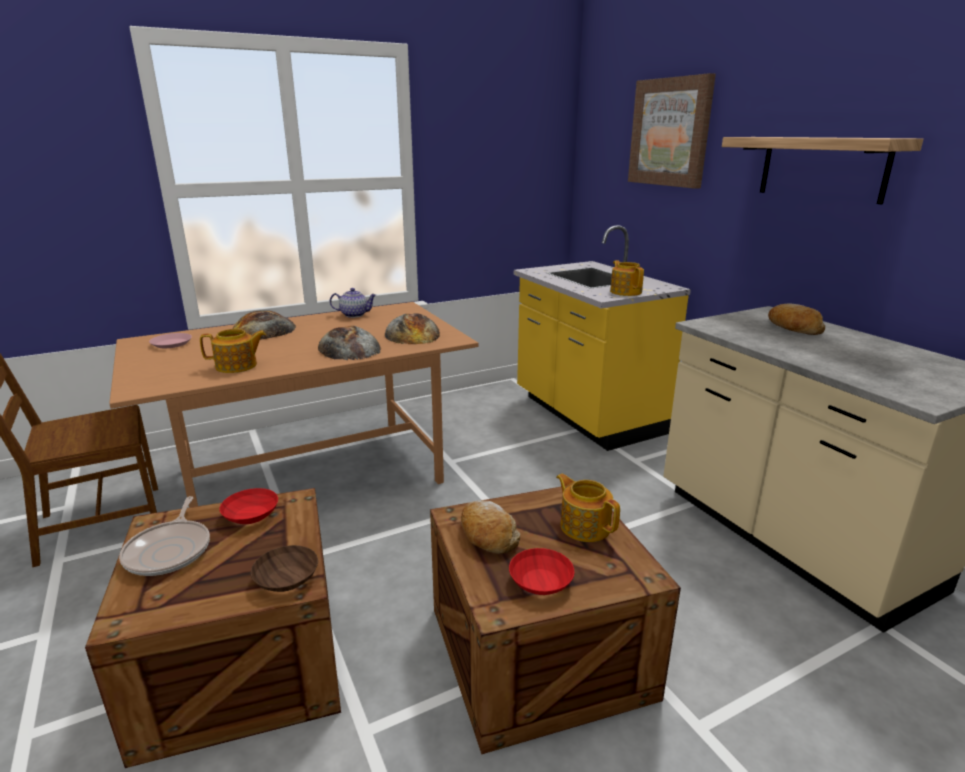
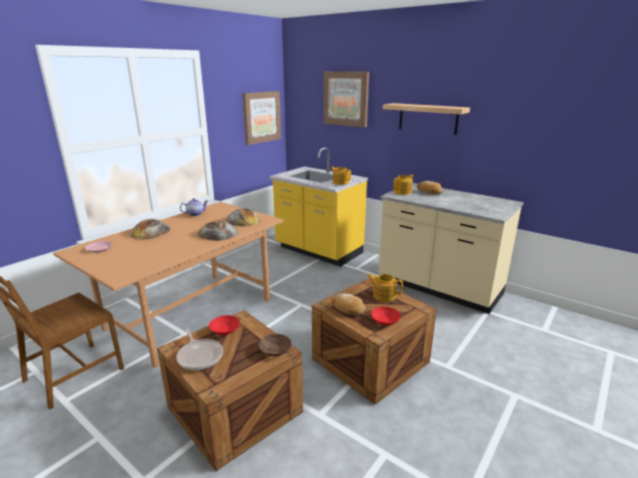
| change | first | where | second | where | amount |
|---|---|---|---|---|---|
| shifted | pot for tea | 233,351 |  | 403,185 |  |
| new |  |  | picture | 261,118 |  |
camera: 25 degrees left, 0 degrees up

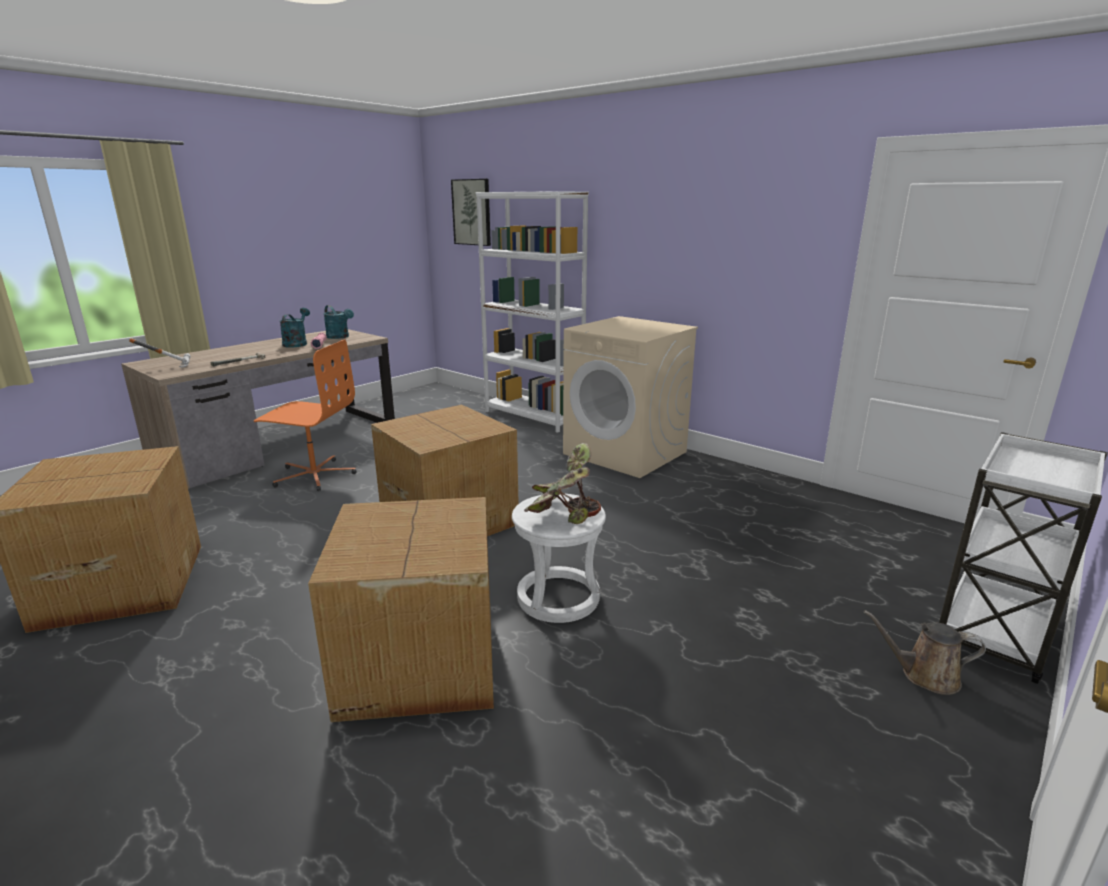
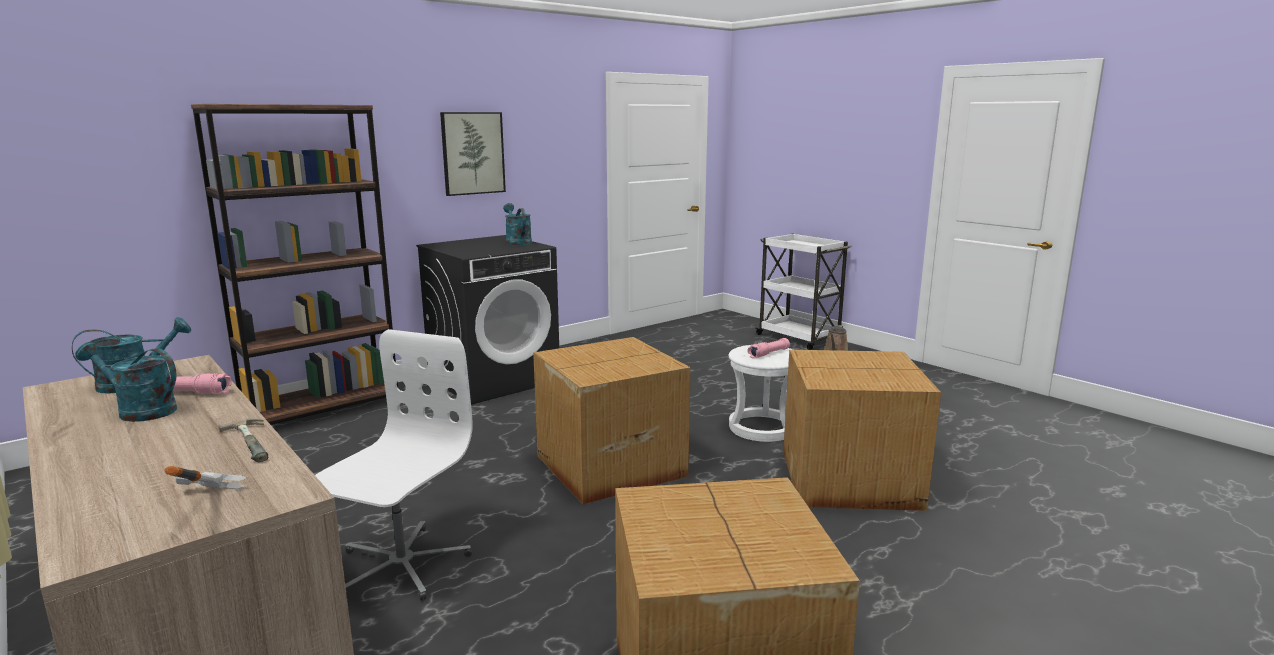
| change | first | where | second | where | amount |
|---|---|---|---|---|---|
| repainted | orange desk chair | 305,415 | whitish desk chair | 394,465 |  |
| shifted | picture | 471,212 |  | 473,154 |  |
| repainted | whitish shelving unit | 532,312 | brownish shelving unit | 294,264 |  |
| swapped | plant in a pot | 562,483 | pinkish torch | 769,348 |  |
| repainted | beige-coloured washing machine | 630,397 | blackish washing machine | 487,320 |  |
| new |  |  | blue-green watering pot | 517,224 |  |
camera: 80 degrees left, 5 degrees down

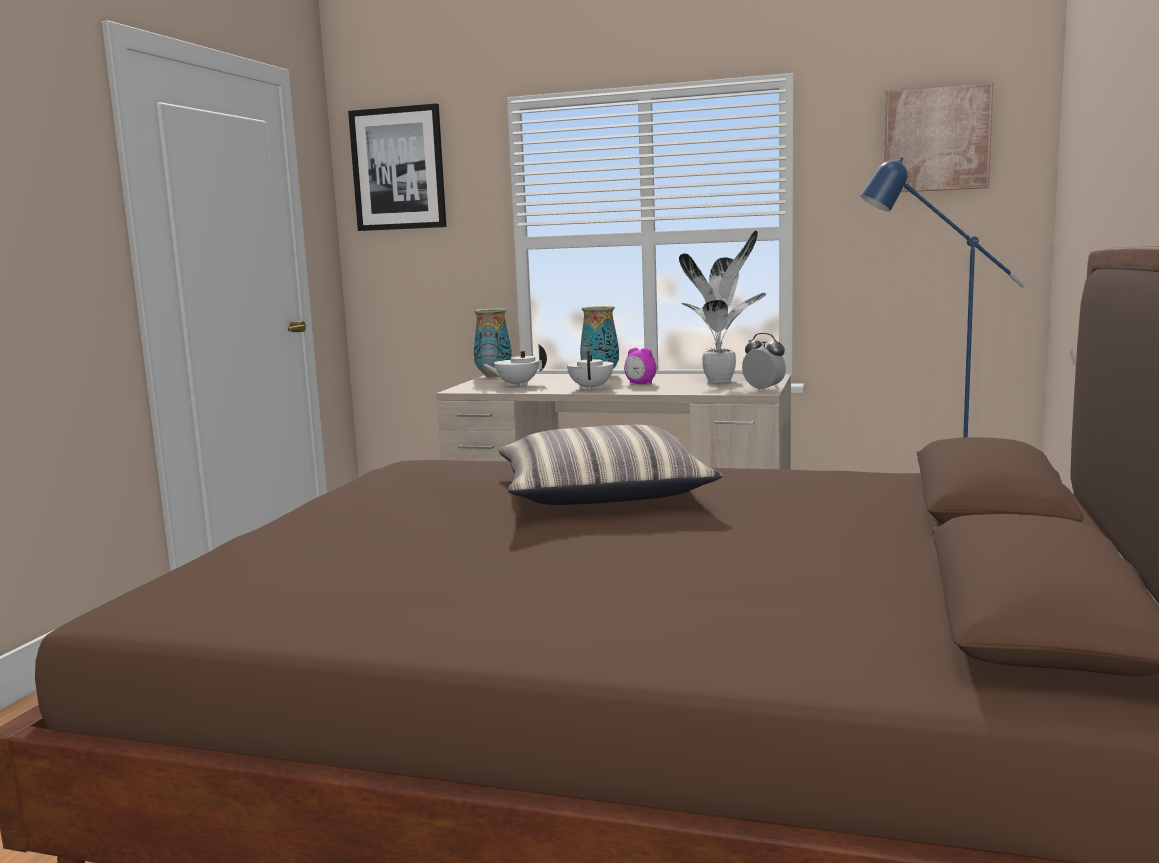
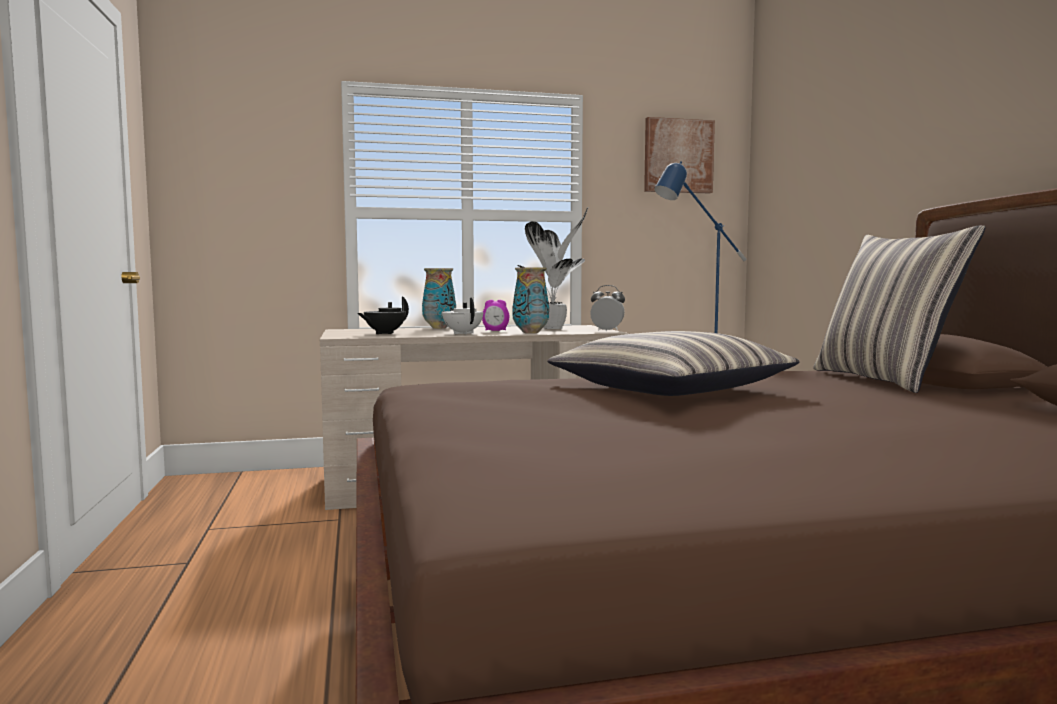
| change | first | where | second | where | amount |
|---|---|---|---|---|---|
| gone | picture | 397,167 |  |  |  |
| shifted | flower vase | 493,342 |  | 530,300 |  |
| repainted | whitish pot for tea | 514,365 | blackish pot for tea | 383,315 |  |
| new |  |  | throw pillow | 899,309 |  |
camera: 30 degrees left, 5 degrees down

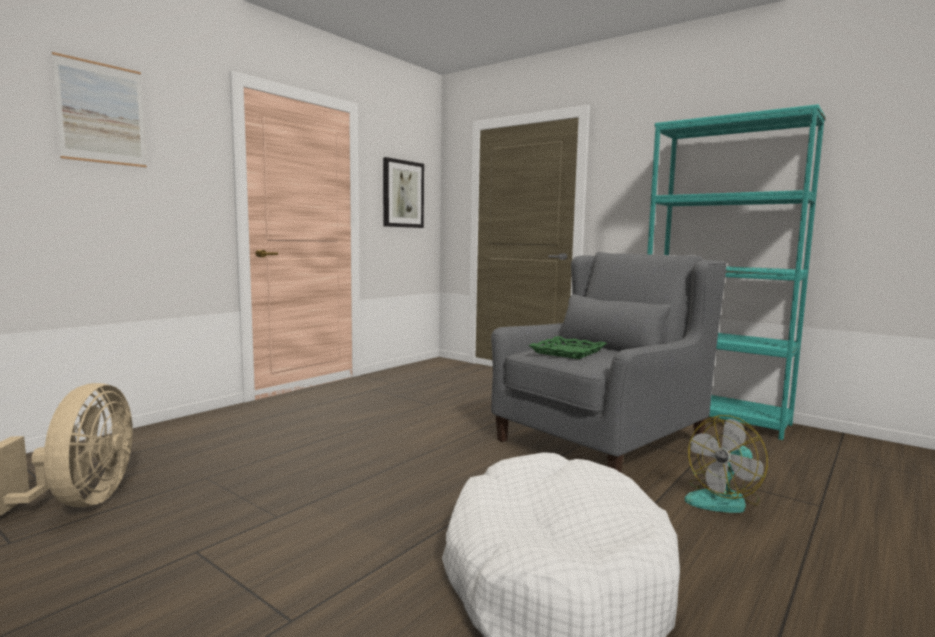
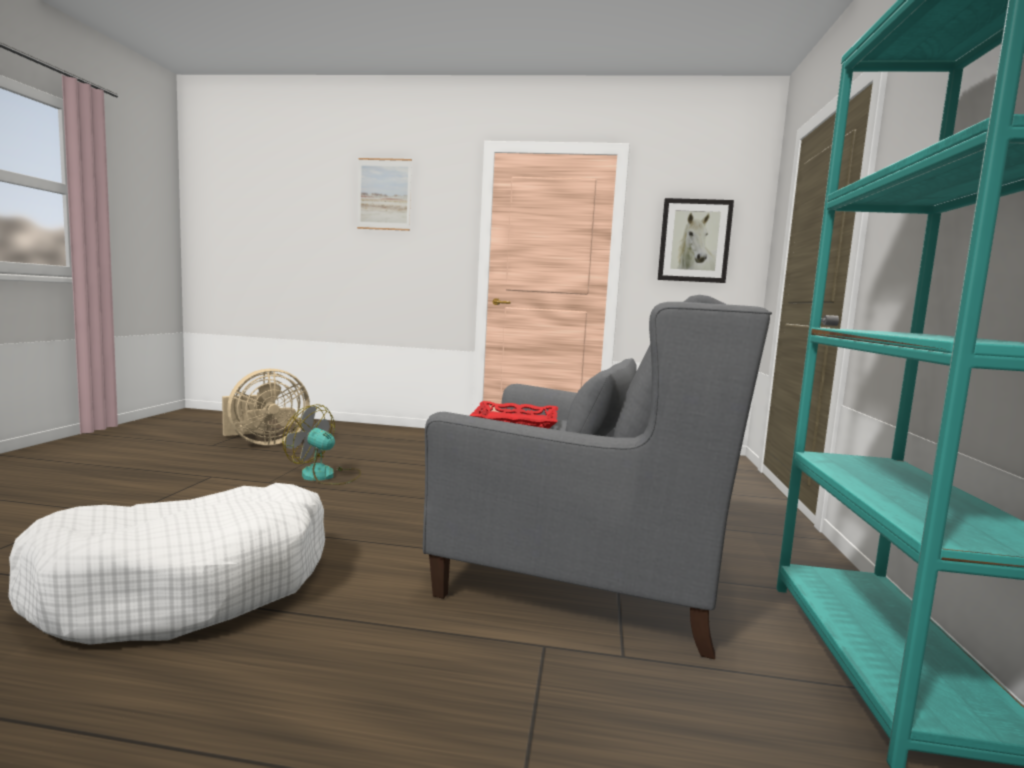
| change | first | where | second | where | amount |
|---|---|---|---|---|---|
| repainted | green serving tray | 568,347 | reddish serving tray | 513,415 |  |
| shifted | fan | 726,464 |  | 321,444 |  |
camera: 60 degrees right, 0 degrees up

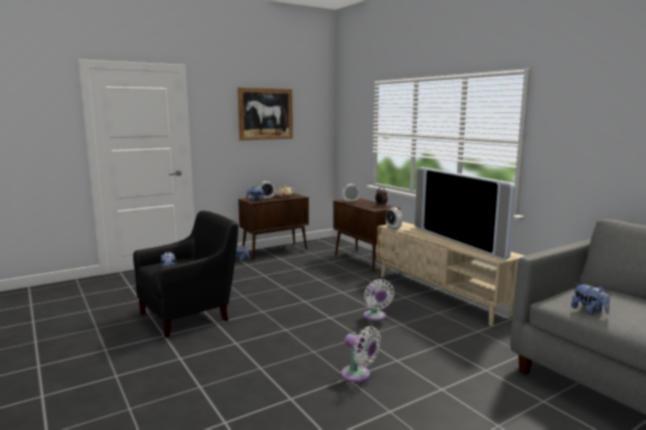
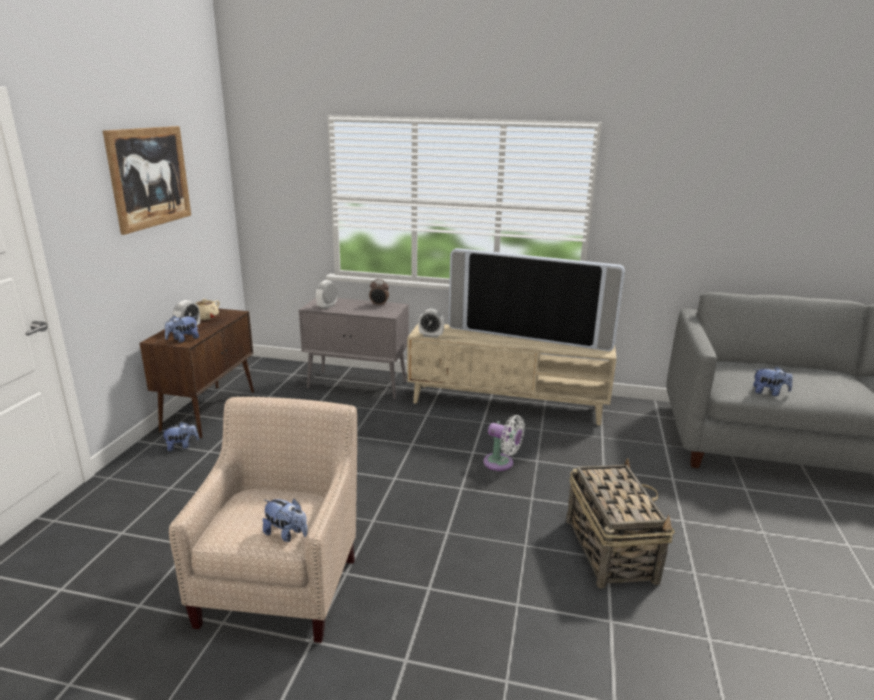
| change | first | where | second | where | amount |
|---|---|---|---|---|---|
| repainted | blackish armchair | 185,274 | beige-coloured armchair | 263,519 |  |
| repainted | brownish cabinet | 366,235 | greyish cabinet | 354,348 |  |
| swapped | whitish fan | 361,354 | household basket | 621,523 |  |
camera: 45 degrees left, 10 degrees up

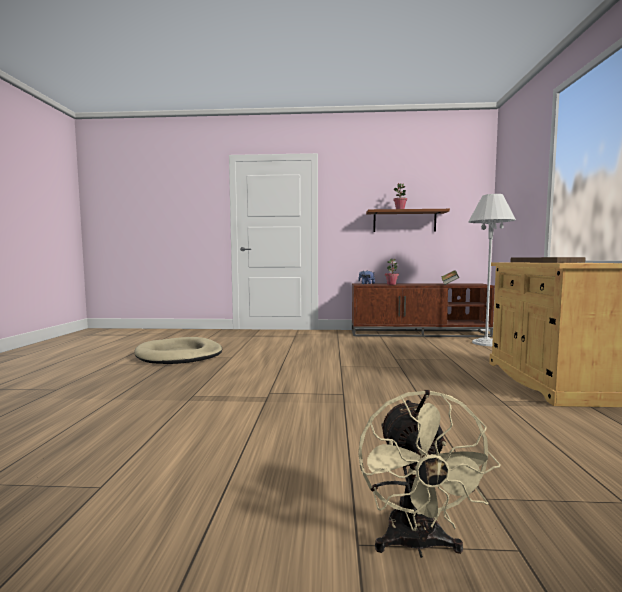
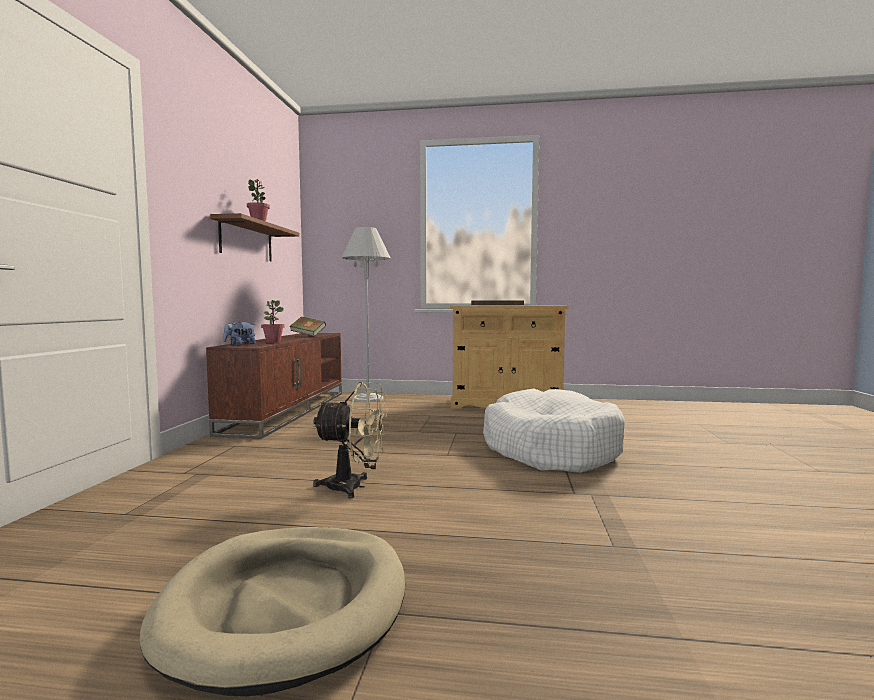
| change | first | where | second | where | amount |
|---|---|---|---|---|---|
| shifted | beige-coloured fan | 429,474 |  | 349,440 |  |
| new |  |  | whitish dog cushion | 554,430 |  |
camera: 85 degrees left, 0 degrees up

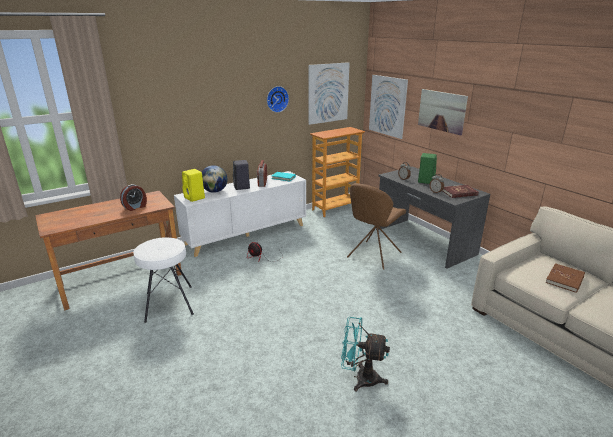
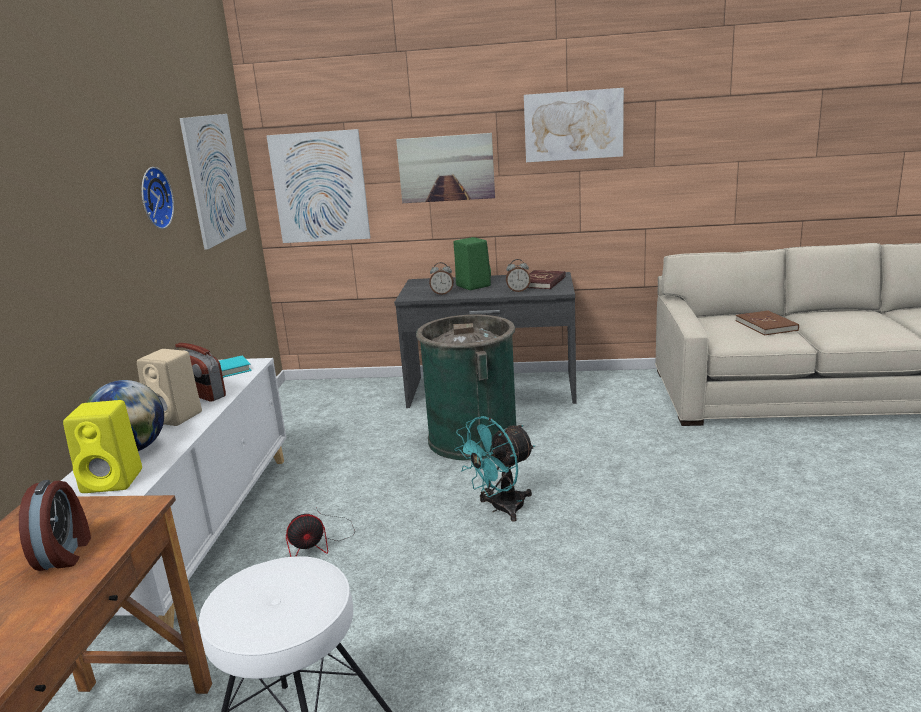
| change | first | where | second | where | amount |
|---|---|---|---|---|---|
| repainted | blackish loudspeaker | 241,175 | beige-coloured loudspeaker | 169,387 |  |
| gone | shelving unit | 337,172 |  |  |  |
| shifted | blue-green fan | 365,354 |  | 495,469 |  |
| swapped | brownish chair | 376,226 | green rubbish bin | 466,387 |  |
| new |  |  | picture | 574,125 |  |
camera: 50 degrees left, 5 degrees down

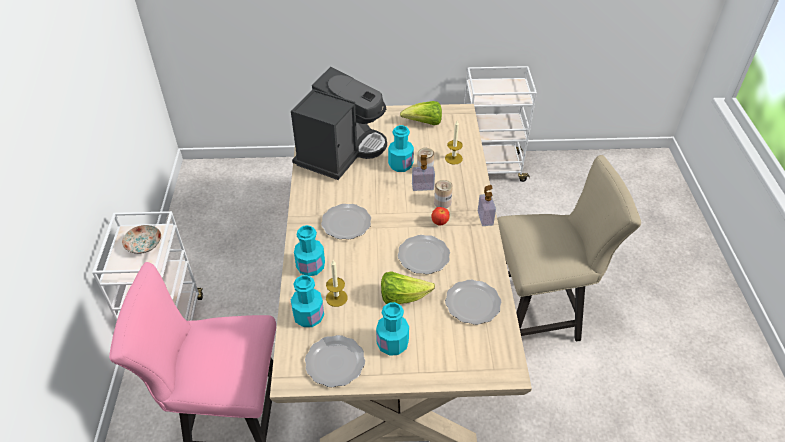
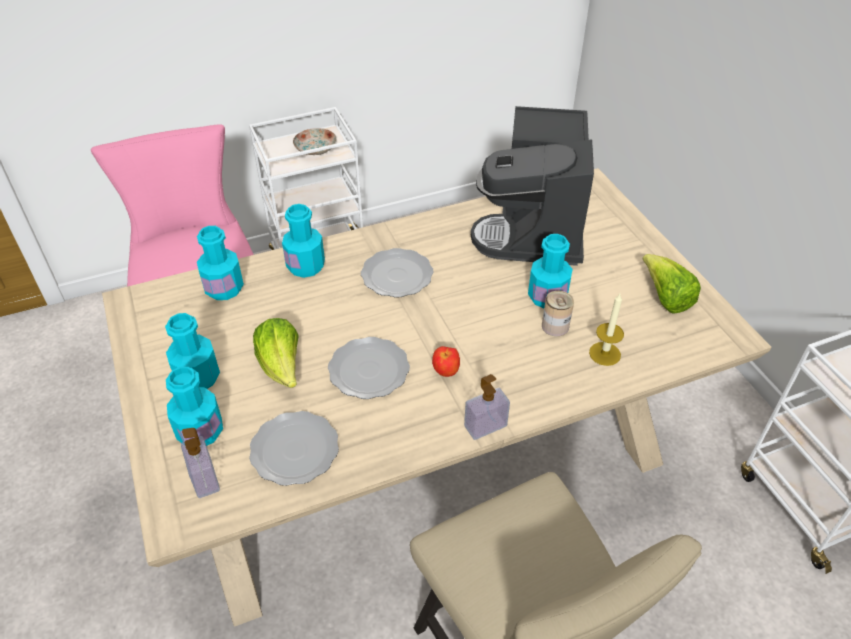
| change | first | where | second | where | amount |
|---|---|---|---|---|---|
| rotated | coffee maker | 339,123 |  | 532,186 | 90 degrees clockwise |
| gone | flat dish | 335,361 |  |  |  |
| gone | wax candle | 337,283 |  |  |  |
| shifted | soap bottle | 423,173 |  | 200,463 |  |
| gone | metal can | 443,194 |  |  |  |
| new |  |  | blue-green drink bottle | 194,406 |  |
camera: 70 degrees right, 0 degrees up

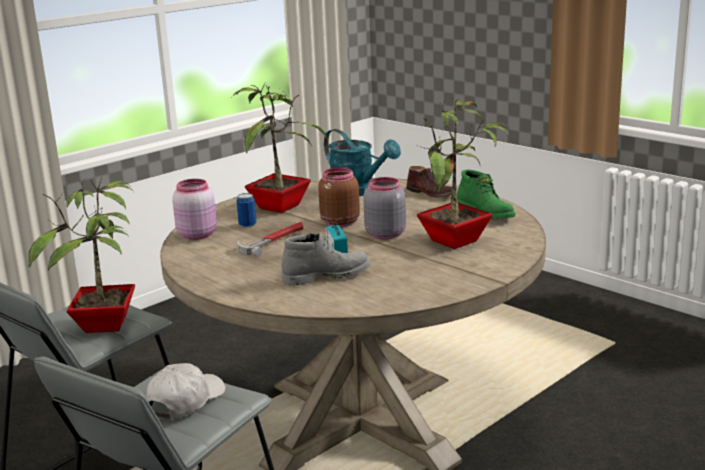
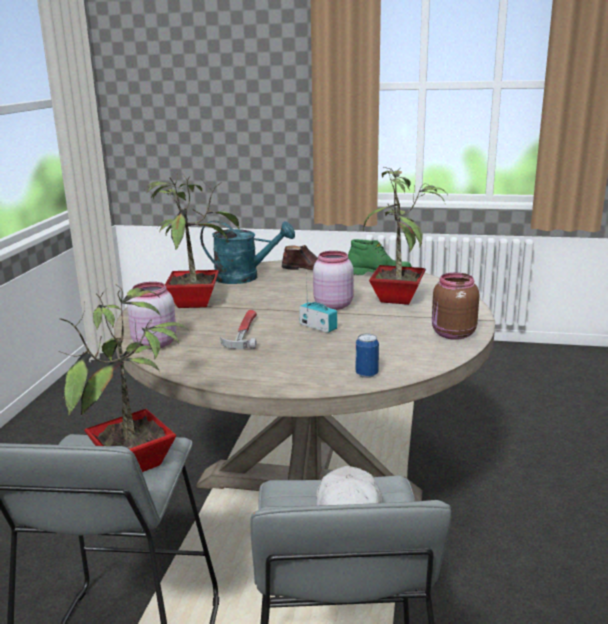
| change | first | where | second | where | amount |
|---|---|---|---|---|---|
| shifted | metal can | 246,210 |  | 367,355 |  |
| gone | greyish high-top boot | 326,259 |  |  |  |
| shifted | brownish jar | 339,197 |  | 455,306 |  |
| repainted | greyish jar | 384,208 | pinkish jar | 333,280 |  |
camera: 35 degrees left, 0 degrees up

